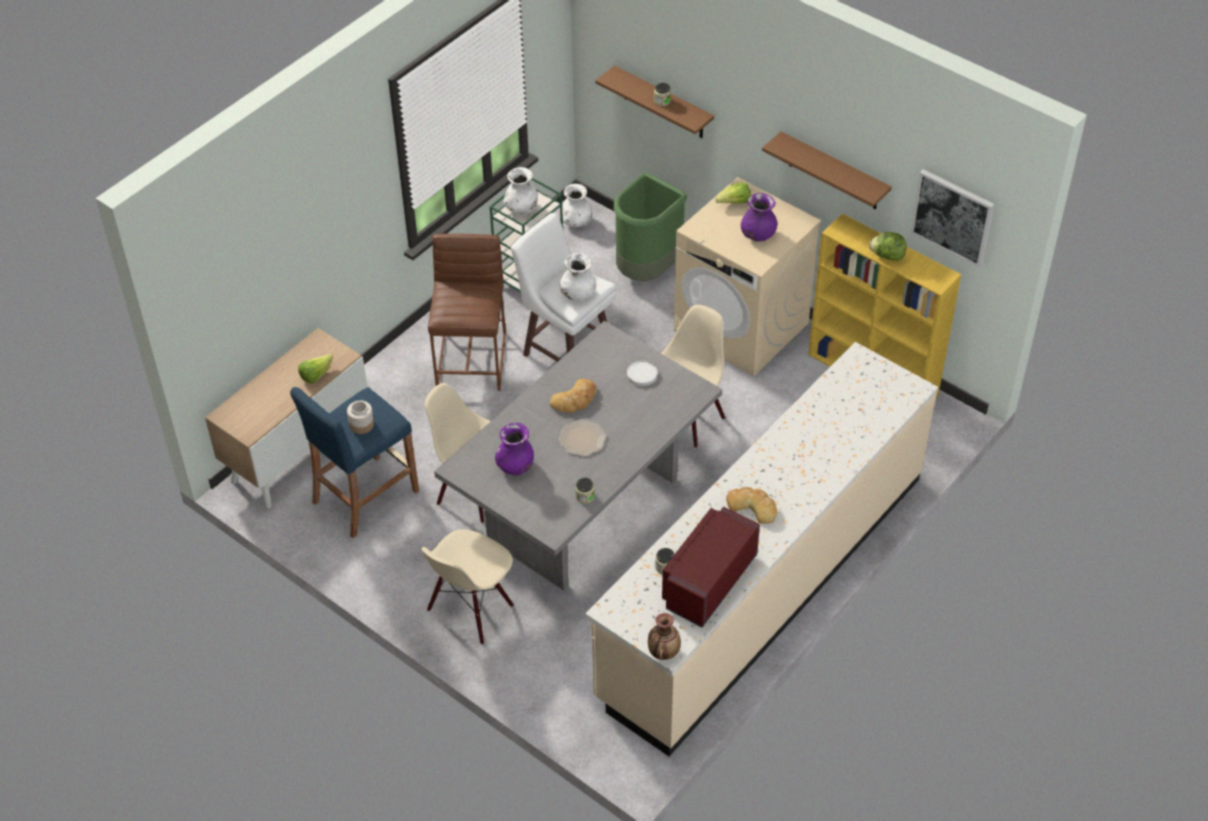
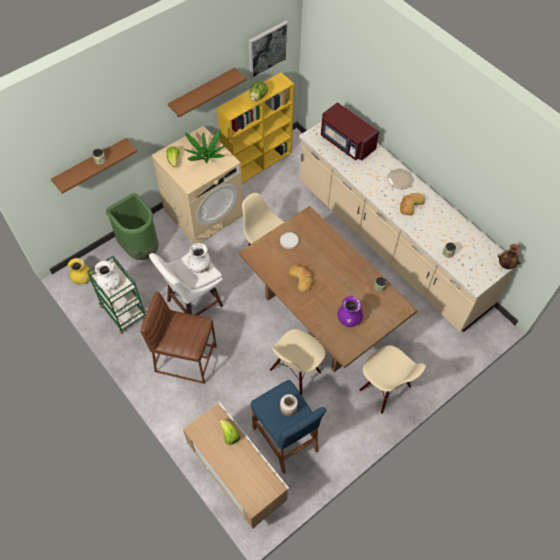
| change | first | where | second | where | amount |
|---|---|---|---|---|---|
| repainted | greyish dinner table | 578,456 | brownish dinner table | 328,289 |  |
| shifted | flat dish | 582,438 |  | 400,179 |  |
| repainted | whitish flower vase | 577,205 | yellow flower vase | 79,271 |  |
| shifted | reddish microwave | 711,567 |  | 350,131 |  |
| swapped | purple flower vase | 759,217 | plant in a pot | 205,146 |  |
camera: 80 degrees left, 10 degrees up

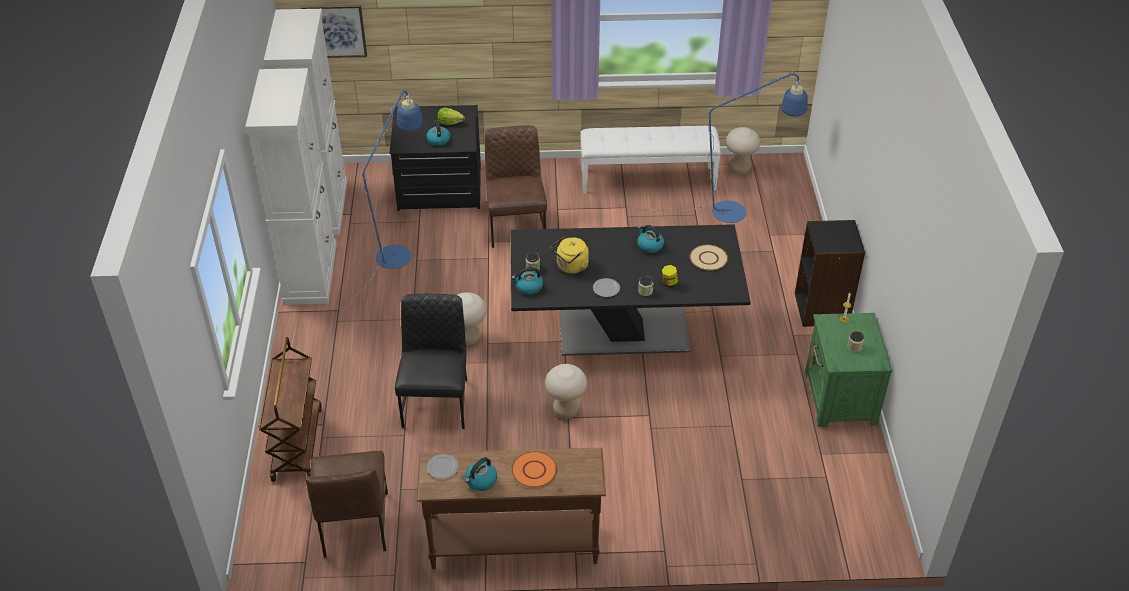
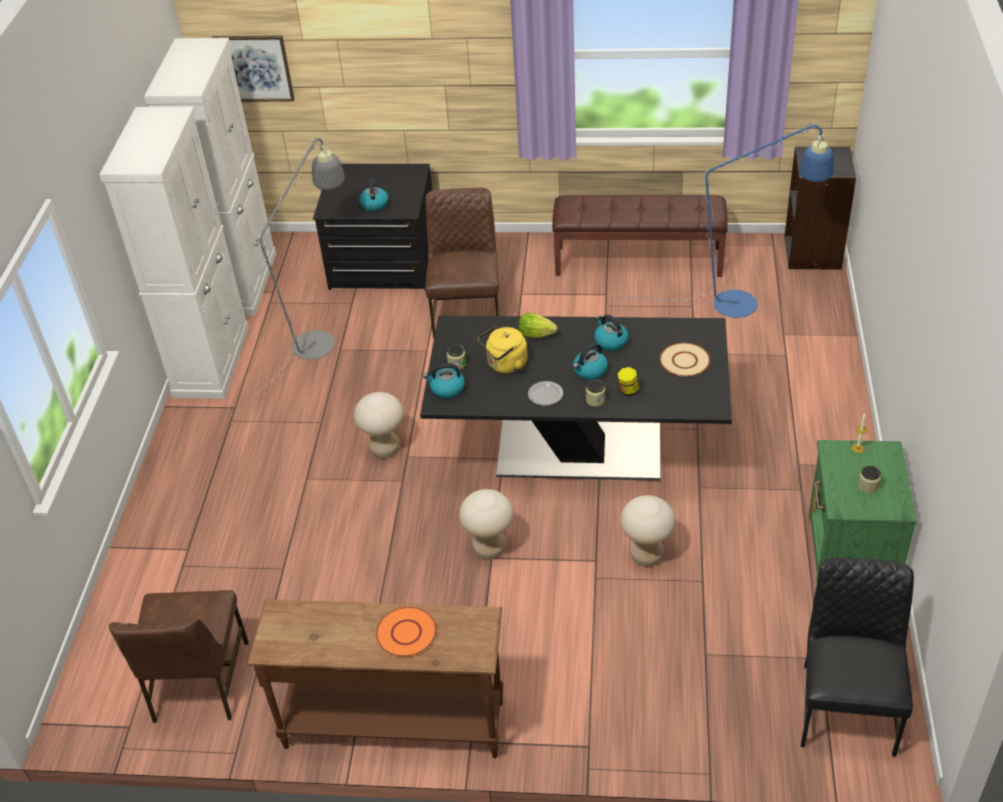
| change | first | where | second | where | amount |
|---|---|---|---|---|---|
| gone | brownish wheeled cart | 290,409 |  |  |  |
| repainted | blue-coloured standard lamp | 380,204 | greyish standard lamp | 288,277 |  |
| shifted | blackish chair | 431,361 |  | 857,657 |  |
| gone | flat dish | 443,466 |  |  |  |
| shifted | lettuce head | 451,116 |  | 538,325 |  |
| shifted | tea kettle | 481,474 |  | 590,361 |  |
| repainted | whitish bench | 650,160 | brownish bench | 640,236 |  |
| shifted | beige-coloured stool seat | 743,150 |  | 648,531 |  |
| shifted | blackish shelving unit | 830,273 |  | 820,207 |  |
camera: 10 degrees right, 0 degrees up

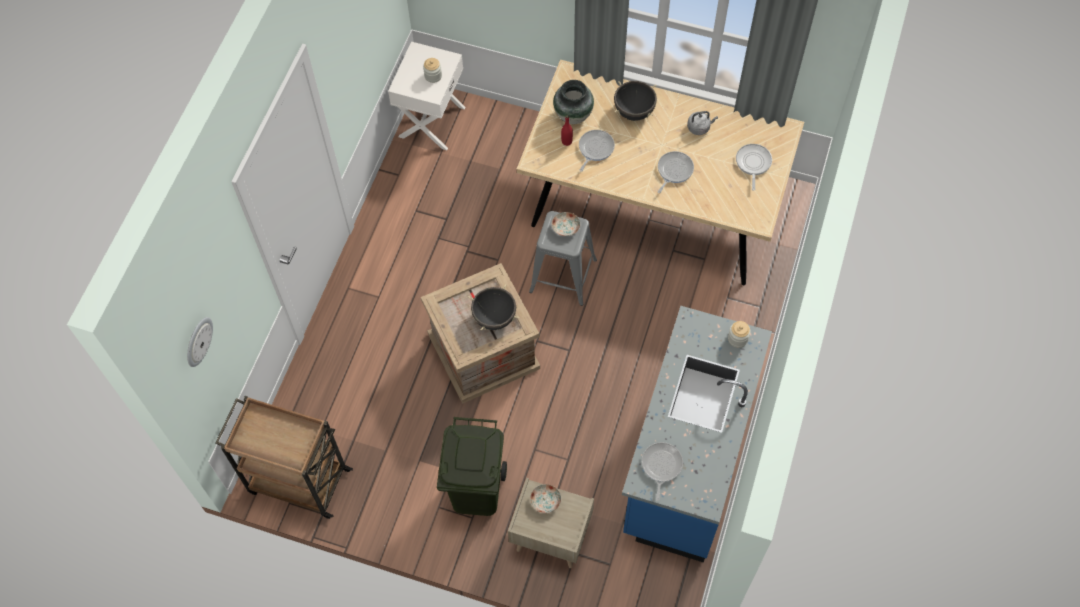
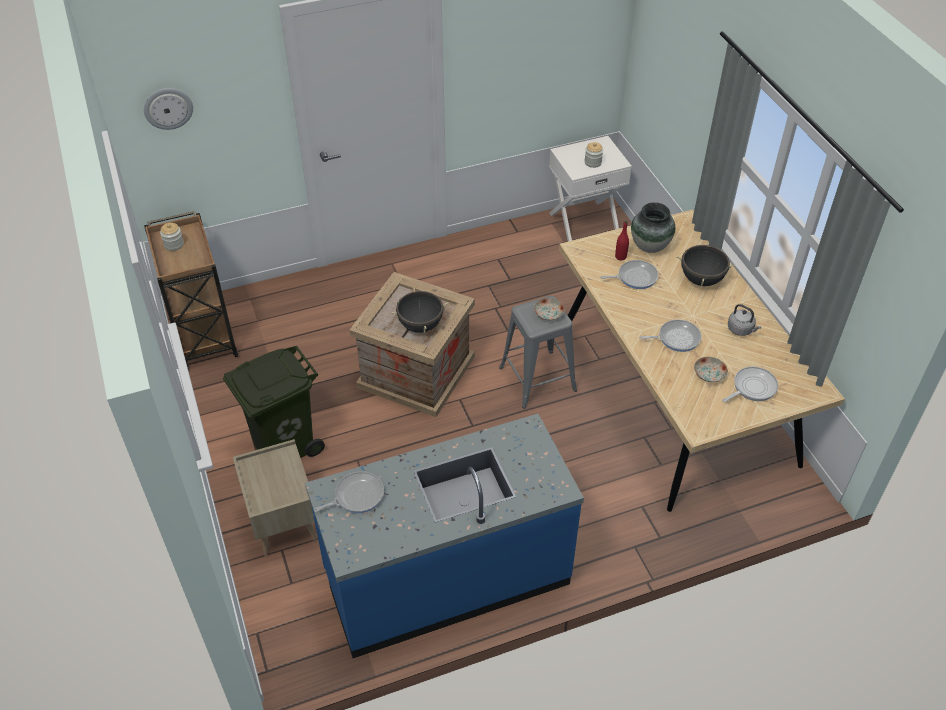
| change | first | where | second | where | amount |
|---|---|---|---|---|---|
| shifted | flat dish | 545,498 |  | 711,369 |  |
| shifted | jar | 739,334 |  | 172,237 |  |
camera: 50 degrees right, 15 degrees down

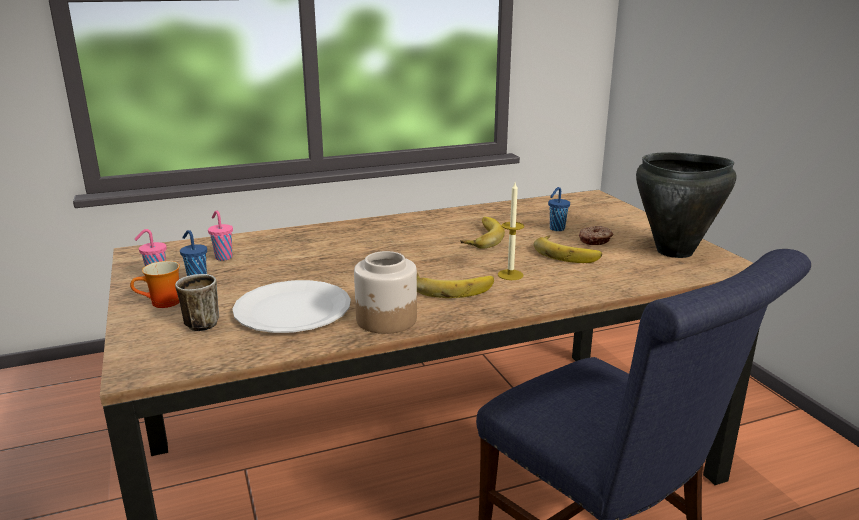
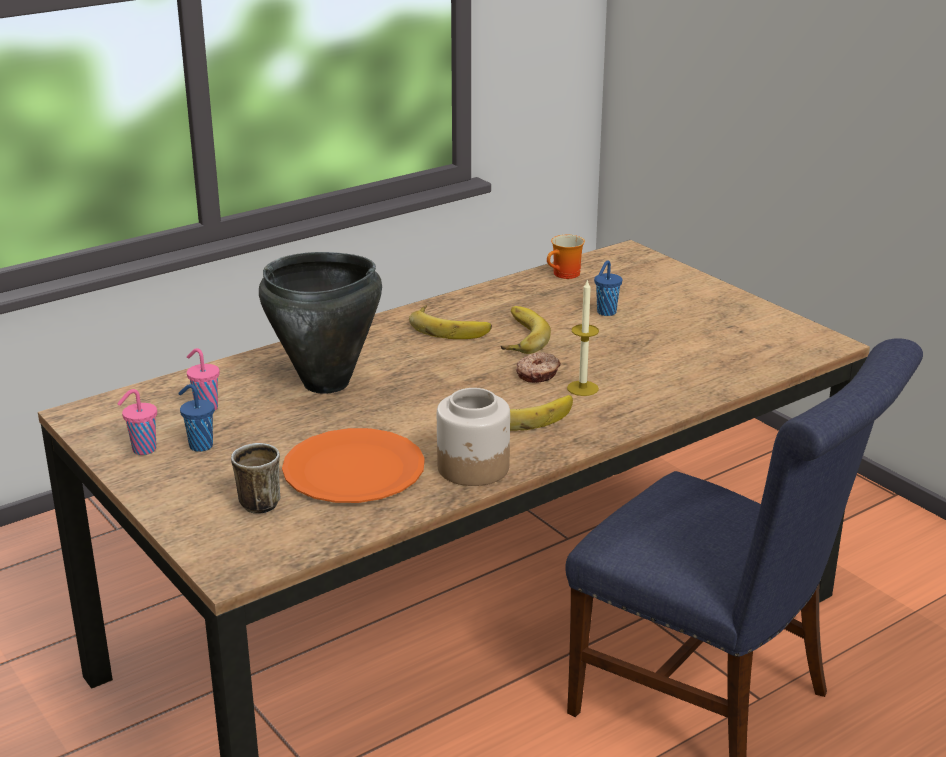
| change | first | where | second | where | amount |
|---|---|---|---|---|---|
| shifted | coffee mug | 155,284 |  | 566,257 |  |
| repainted | whitish flat dish | 291,306 | orange flat dish | 353,465 |  |
| shifted | banana fruit | 568,249 |  | 450,322 |  |
| shifted | ring doughnut | 596,235 |  | 538,367 |  |
| shifted | blackish stockpot | 686,205 |  | 320,323 |  |
camera: 15 degrees left, 5 degrees up

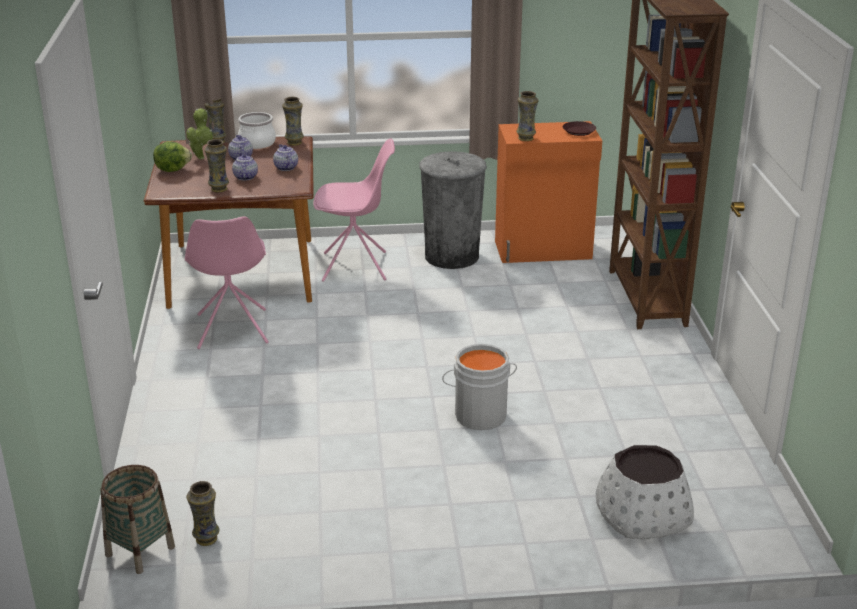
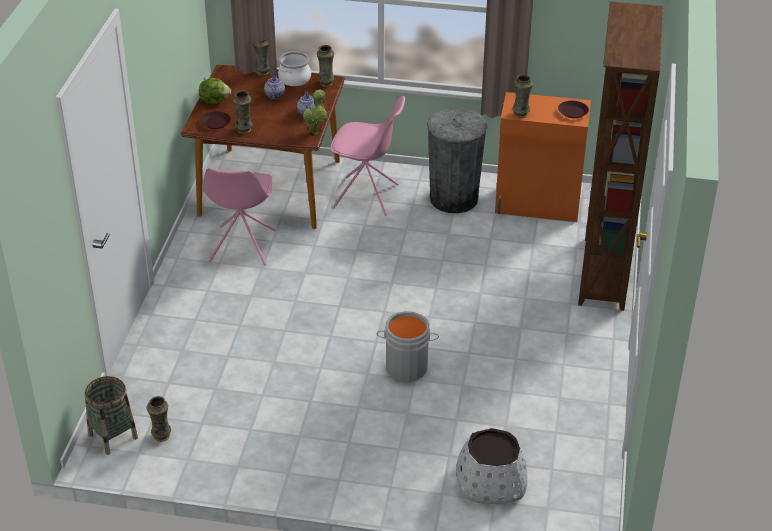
| change | first | where | second | where | amount |
|---|---|---|---|---|---|
| shifted | plant in a pot | 199,133 |  | 315,111 |  |
| gone | pot for tea | 245,166 |  |  |  |
| new |  |  | brownish flat dish | 215,120 |  |
camera: 15 degrees right, 10 degrees up

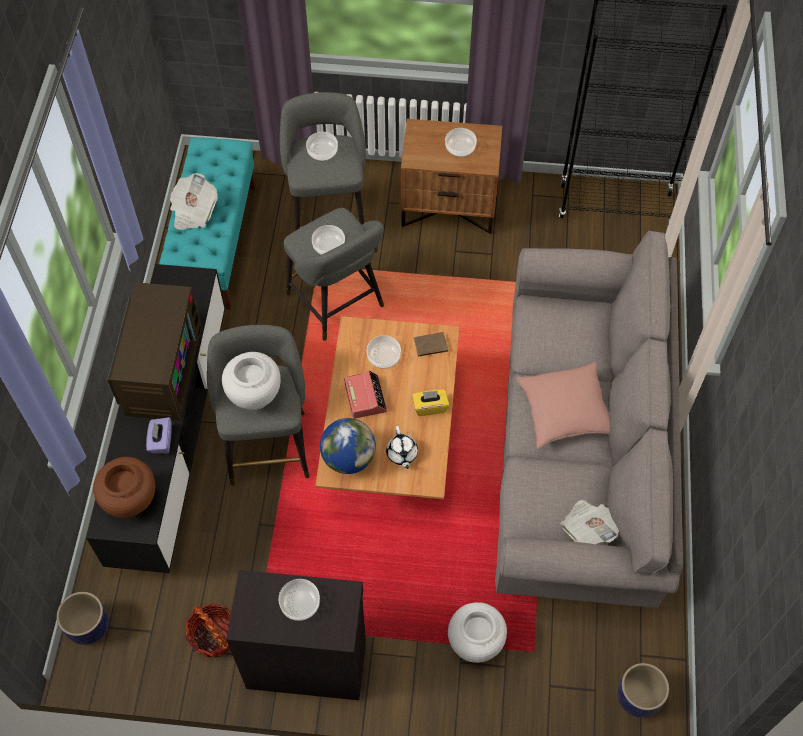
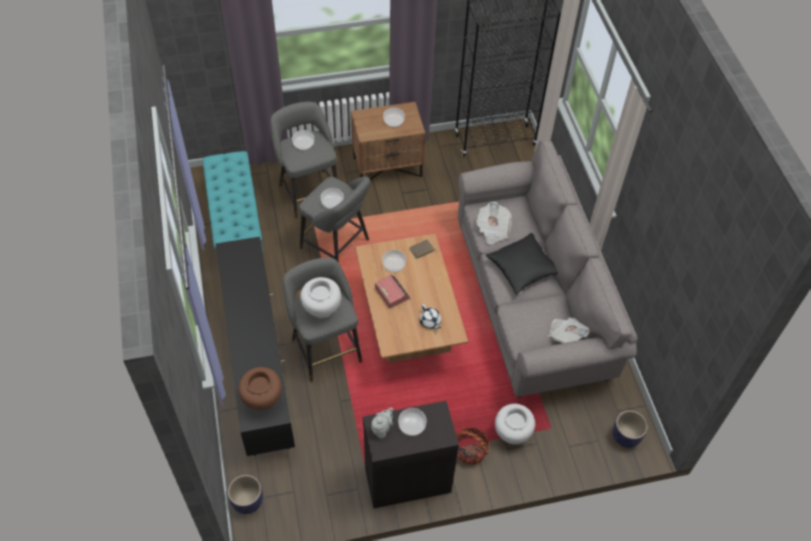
| change | first | where | second | where | amount |
|---|---|---|---|---|---|
| gone | TV set | 154,351 |  |  |  |
| gone | purple tissue holder | 159,435 |  |  |  |
| shifted | daily paper | 194,201 |  | 494,223 |  |
| shifted | household basket | 208,630 |  | 473,446 |  |
| gone | desk globe | 348,446 |  |  |  |
| gone | yellow tissue holder | 430,402 |  |  |  |
| repainted | pinkish throw pillow | 563,405 | blackish throw pillow | 522,264 |  |
| new |  |  | greyish pot for tea | 382,423 |  |
camera: 20 degrees left, 5 degrees down

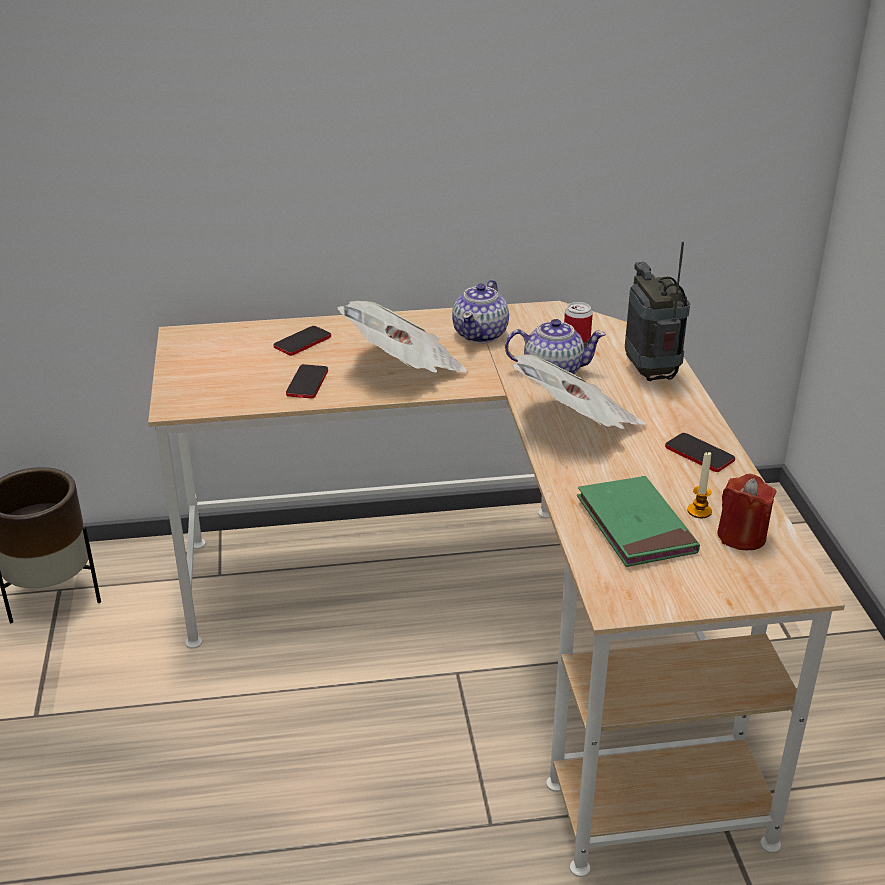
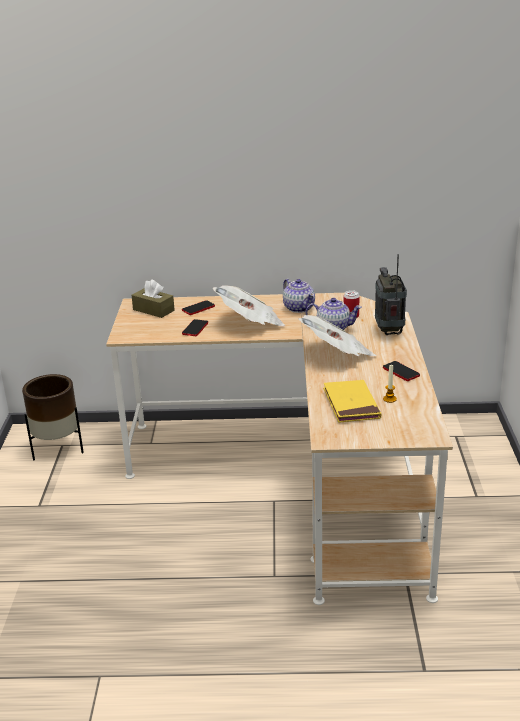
| change | first | where | second | where | amount |
|---|---|---|---|---|---|
| rotated | pot for tea | 480,311 |  | 299,296 | 60 degrees counterclockwise |
| repainted | green bound book | 638,521 | yellow bound book | 352,401 |  |
| gone | reddish wax candle | 746,512 |  |  |  |
| new |  |  | brownish tissue holder | 153,298 |  |
camera: 10 degrees right, 5 degrees down

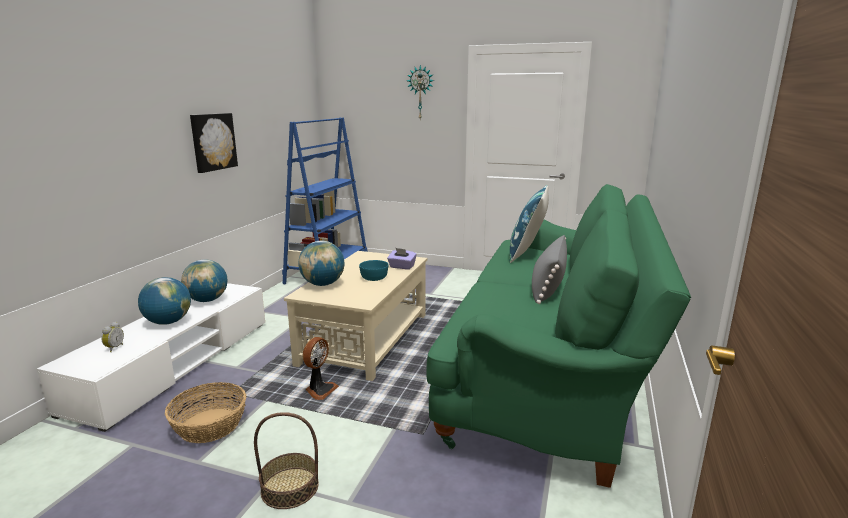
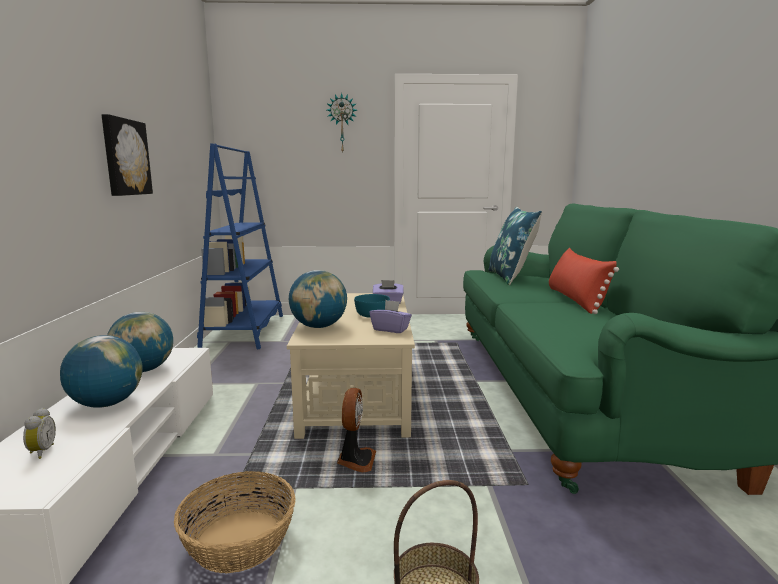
| change | first | where | second | where | amount |
|---|---|---|---|---|---|
| repainted | greyish throw pillow | 549,269 | reddish throw pillow | 584,281 |  |
| new |  |  | purple tissue holder | 391,316 |  |
camera: 20 degrees left, 5 degrees down

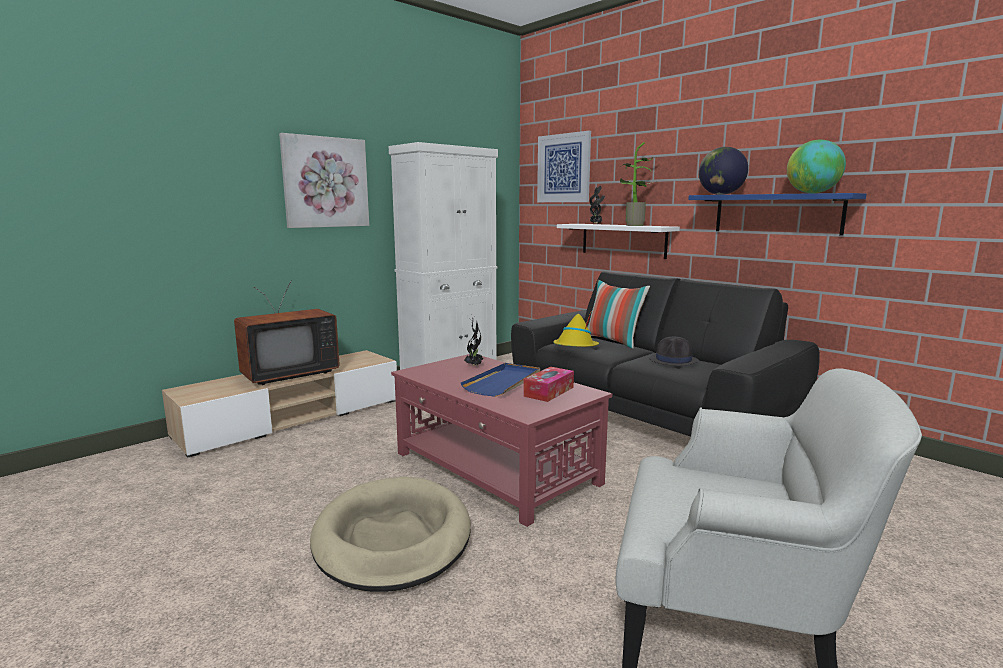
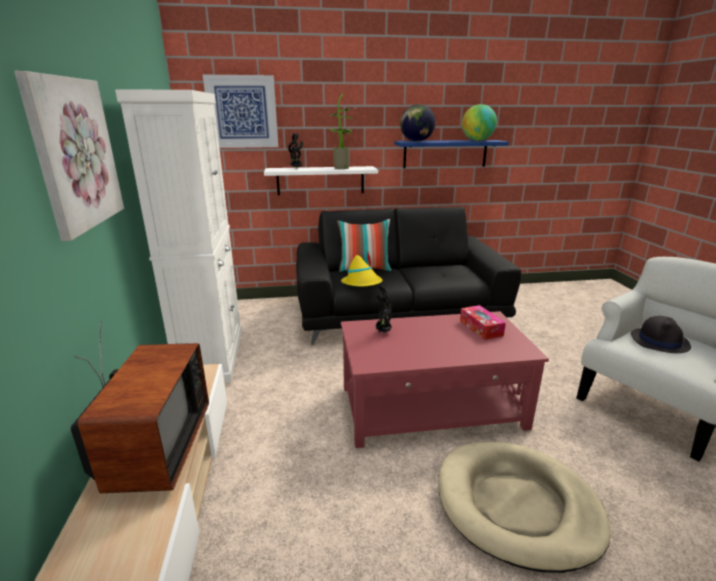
| change | first | where | second | where | amount |
|---|---|---|---|---|---|
| gone | blue-coloured serving tray | 500,380 |  |  |  |
| shifted | blackish wearable hat | 674,351 |  | 661,334 |  |
camera: 55 degrees left, 10 degrees up

